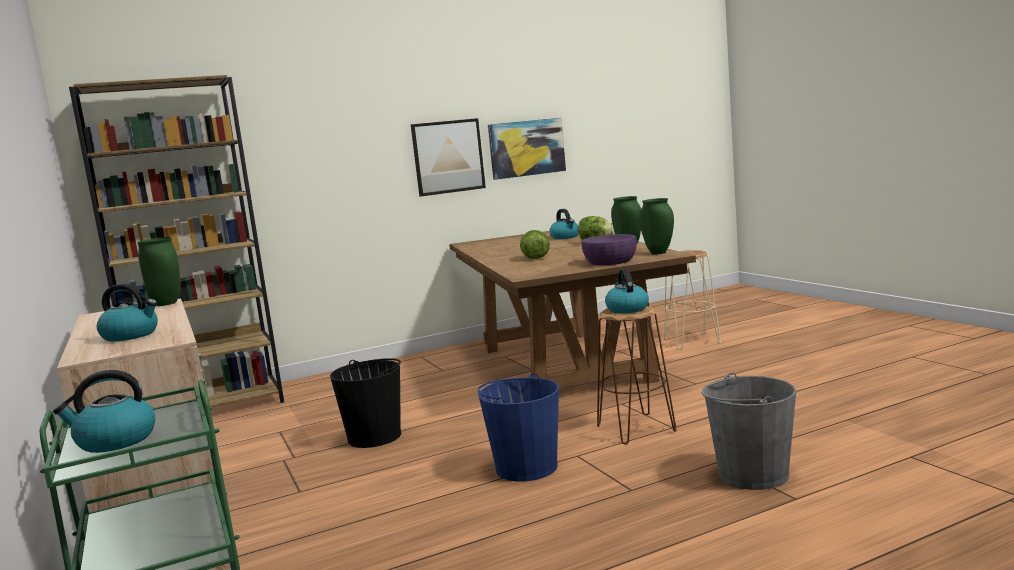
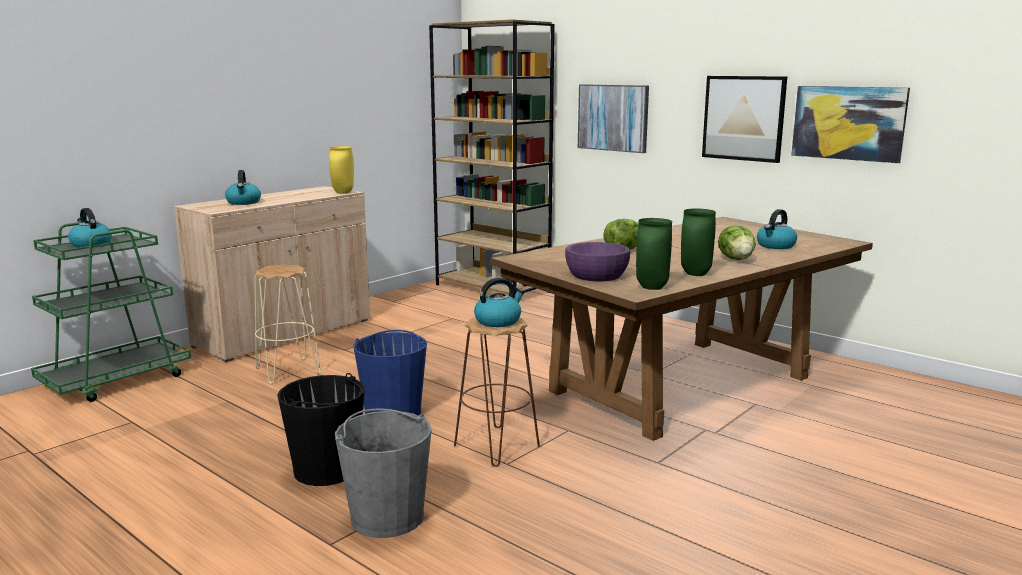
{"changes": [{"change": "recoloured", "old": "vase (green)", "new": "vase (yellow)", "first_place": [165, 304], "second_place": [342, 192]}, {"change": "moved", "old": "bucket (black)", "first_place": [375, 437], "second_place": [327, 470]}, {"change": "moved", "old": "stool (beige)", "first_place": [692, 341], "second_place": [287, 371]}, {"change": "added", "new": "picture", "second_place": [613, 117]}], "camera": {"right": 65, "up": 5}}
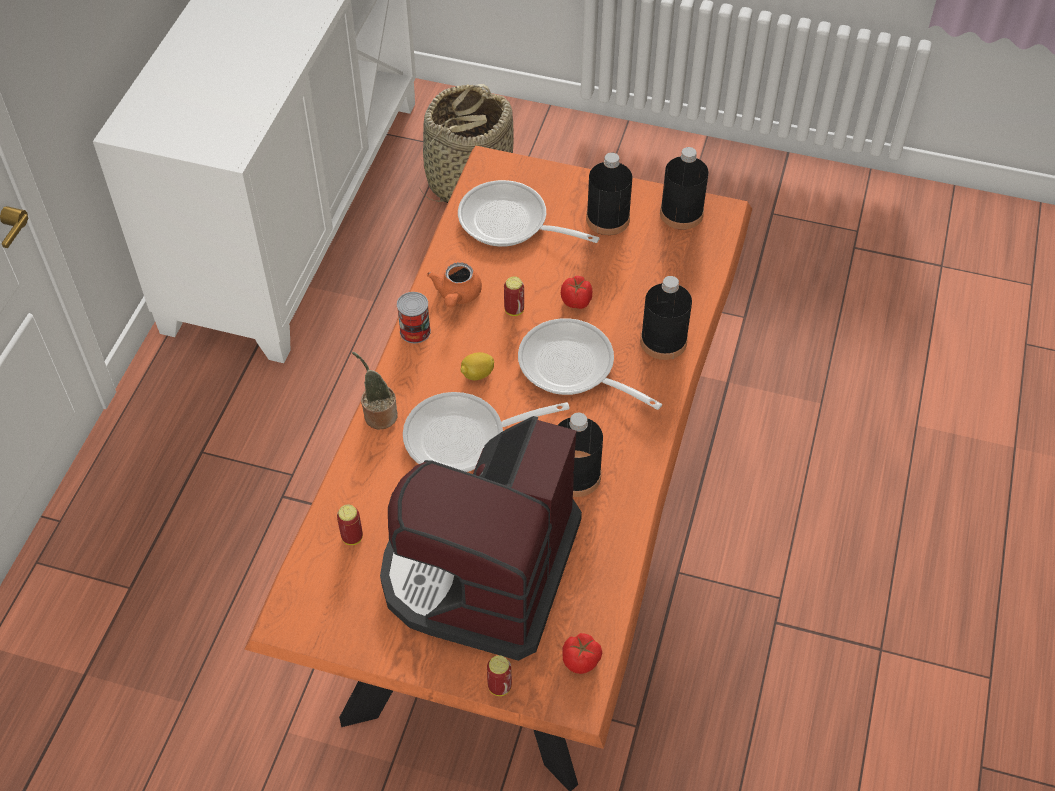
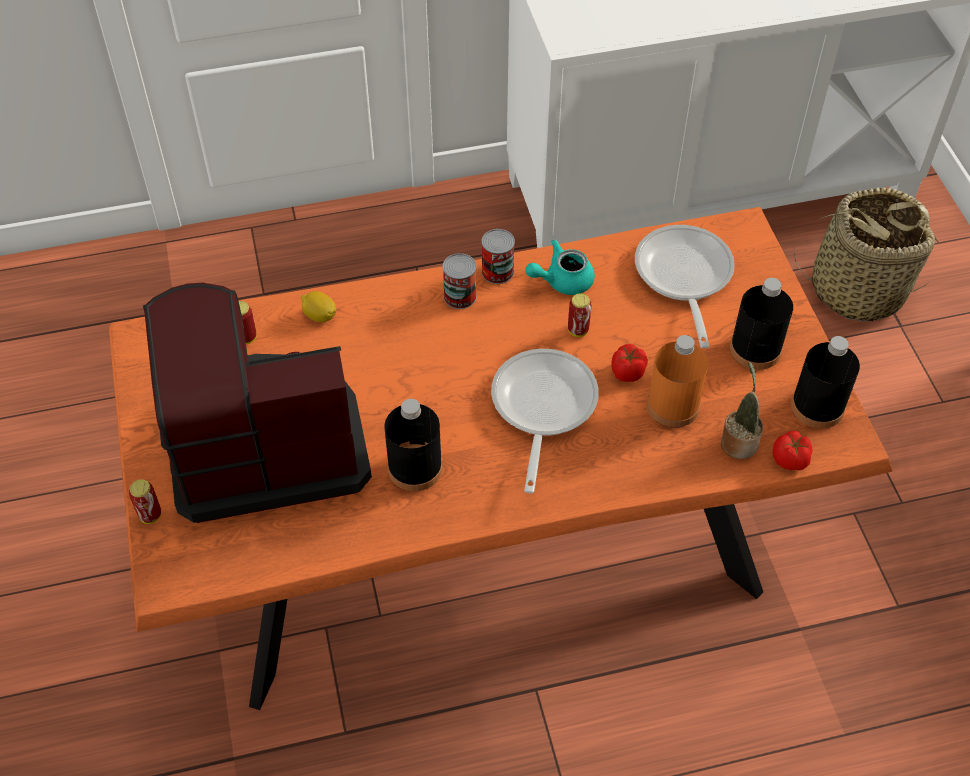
{"changes": [{"change": "moved", "old": "potted plant", "first_place": [378, 415], "second_place": [738, 441]}, {"change": "removed", "old": "frying pan", "first_place": [464, 438]}, {"change": "recoloured", "old": "teapot (orange)", "new": "teapot (turquoise)", "first_place": [457, 296], "second_place": [562, 281]}, {"change": "moved", "old": "lemon", "first_place": [477, 374], "second_place": [320, 316]}, {"change": "moved", "old": "tomato", "first_place": [582, 660], "second_place": [790, 460]}, {"change": "removed", "old": "bottle (black)", "first_place": [663, 341]}, {"change": "added", "new": "can", "second_place": [460, 296]}, {"change": "added", "new": "bottle (orange)", "second_place": [673, 405]}], "camera": {"right": 60, "up": 0}}
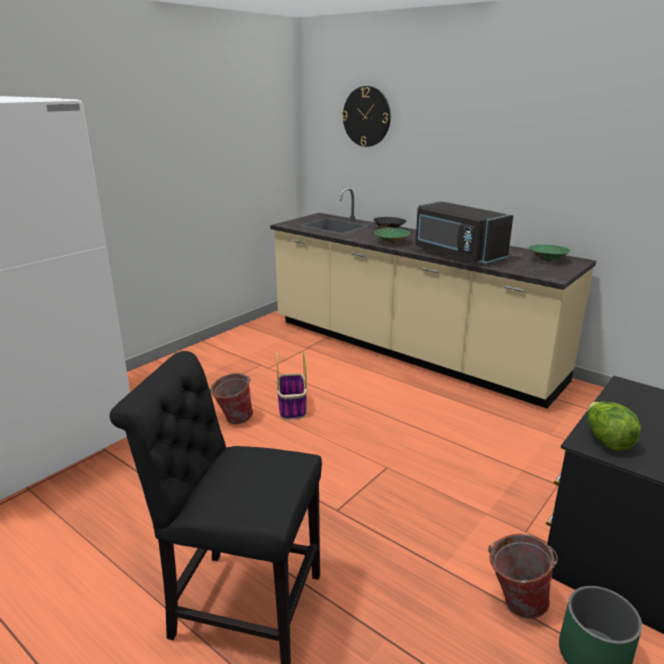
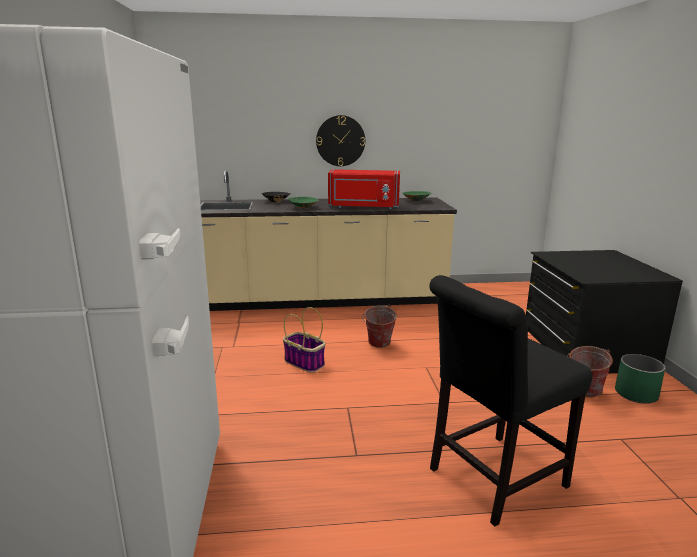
{"changes": [{"change": "moved", "old": "bucket", "first_place": [233, 419], "second_place": [378, 345]}, {"change": "moved", "old": "wall clock", "first_place": [366, 116], "second_place": [340, 141]}, {"change": "recoloured", "old": "microwave (black)", "new": "microwave (red)", "first_place": [457, 254], "second_place": [363, 207]}, {"change": "removed", "old": "lettuce", "first_place": [606, 440]}], "camera": {"right": -45, "up": -5}}
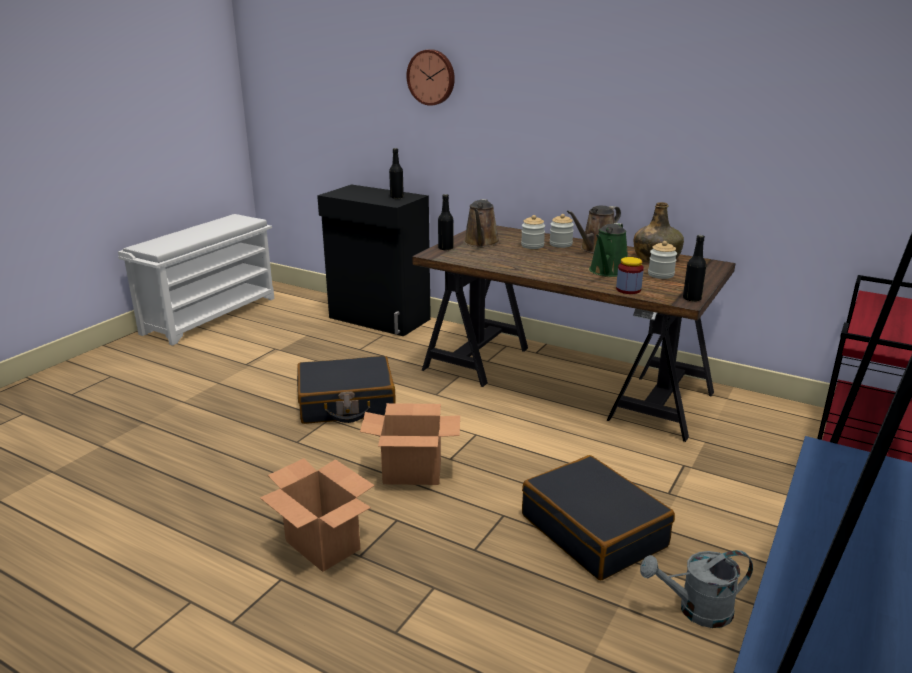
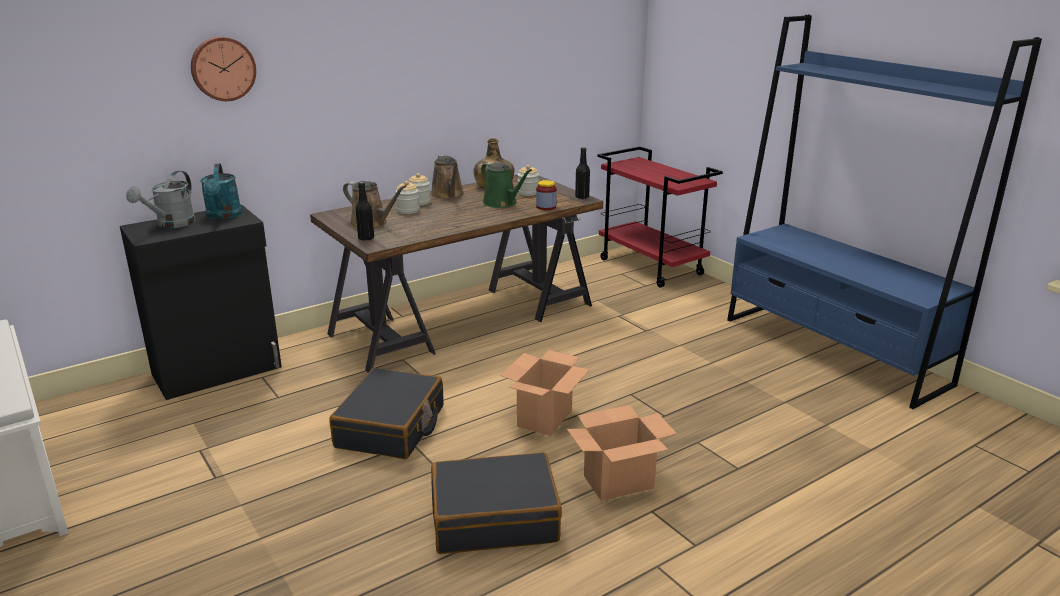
{"changes": [{"change": "replaced", "old": "bottle (black)", "new": "watering can (turquoise)", "first_place": [396, 197], "second_place": [223, 216]}, {"change": "moved", "old": "suitcase (black)", "first_place": [594, 531], "second_place": [494, 518]}, {"change": "moved", "old": "watering can (grey)", "first_place": [696, 610], "second_place": [171, 224]}], "camera": {"right": -65, "up": 0}}
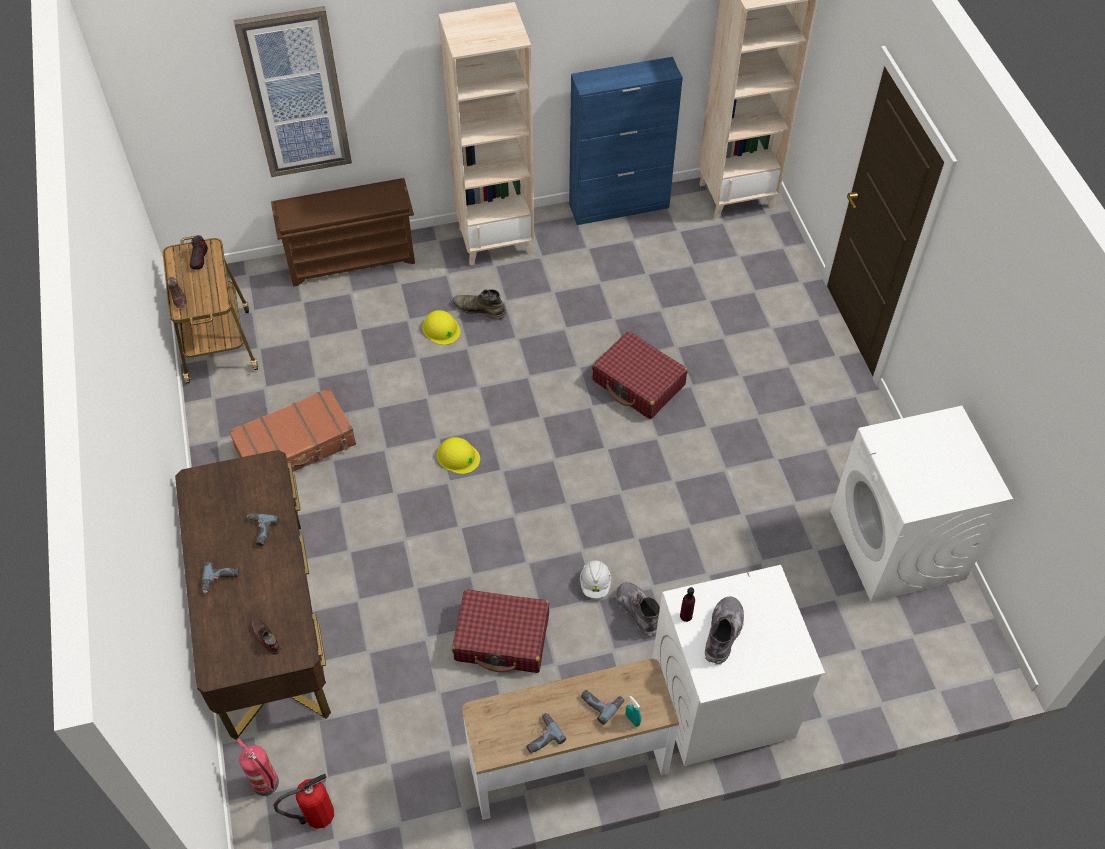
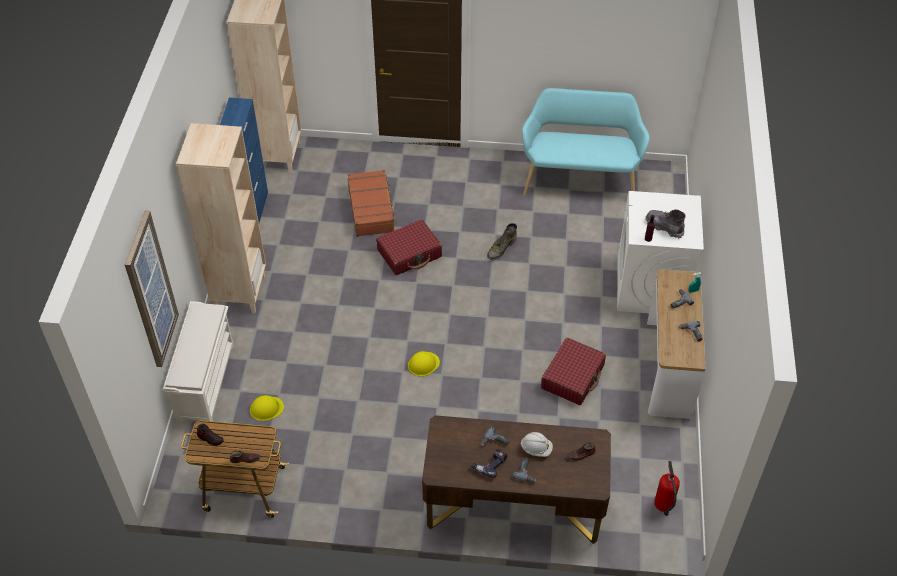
{"changes": [{"change": "moved", "old": "suitcase (brown)", "first_place": [296, 446], "second_place": [371, 209]}, {"change": "removed", "old": "fire extinguisher", "first_place": [267, 783]}, {"change": "recoloured", "old": "shoe rack (brown)", "new": "shoe rack (white)", "first_place": [352, 258], "second_place": [205, 382]}, {"change": "moved", "old": "hard hat (yellow)", "first_place": [441, 329], "second_place": [266, 408]}, {"change": "moved", "old": "boot (green)", "first_place": [479, 309], "second_place": [501, 248]}, {"change": "moved", "old": "hard hat (white)", "first_place": [595, 583], "second_place": [536, 449]}, {"change": "removed", "old": "boot (grey)", "first_place": [637, 611]}, {"change": "replaced", "old": "washing machine (white)", "new": "bench (turquoise)", "first_place": [897, 545], "second_place": [579, 179]}, {"change": "added", "new": "power drill", "second_place": [489, 464]}], "camera": {"right": -70, "up": -5}}
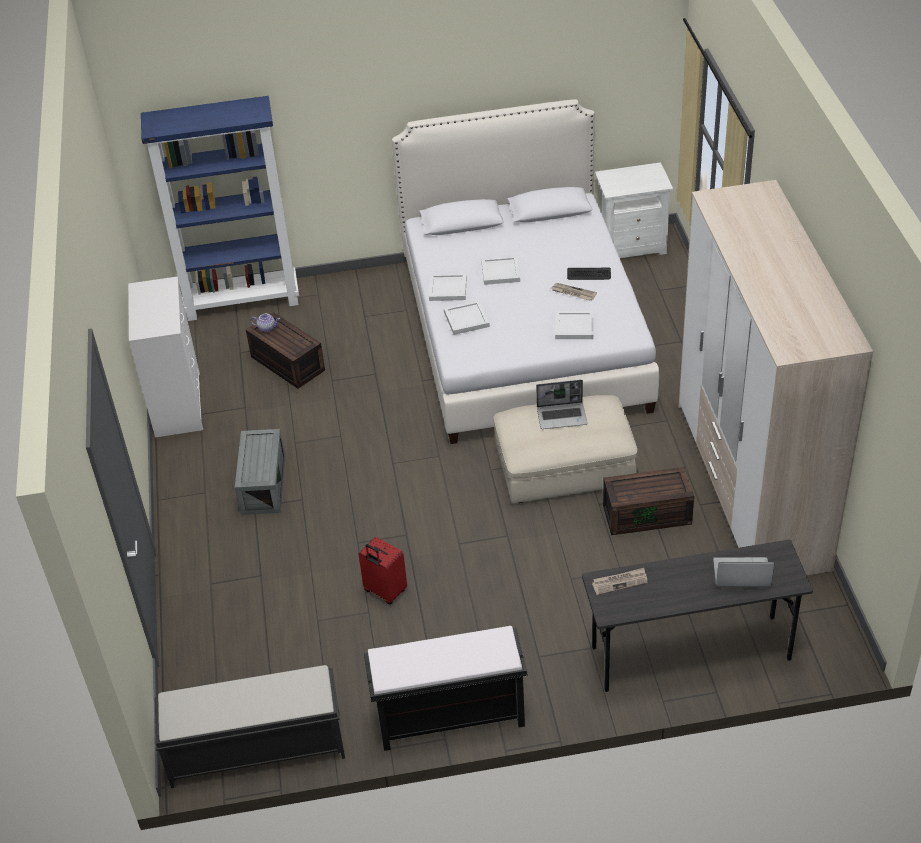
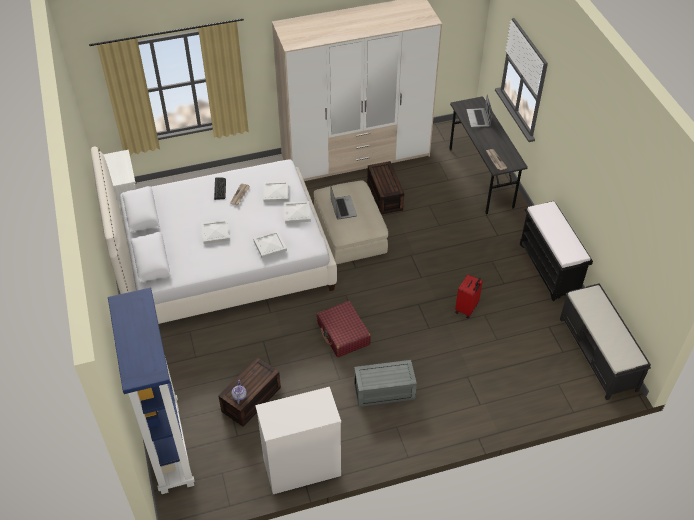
{"changes": [{"change": "moved", "old": "tray (white)", "first_place": [448, 288], "second_place": [296, 213]}, {"change": "added", "new": "suitcase (red)", "second_place": [343, 334]}], "camera": {"right": -100, "up": 5}}
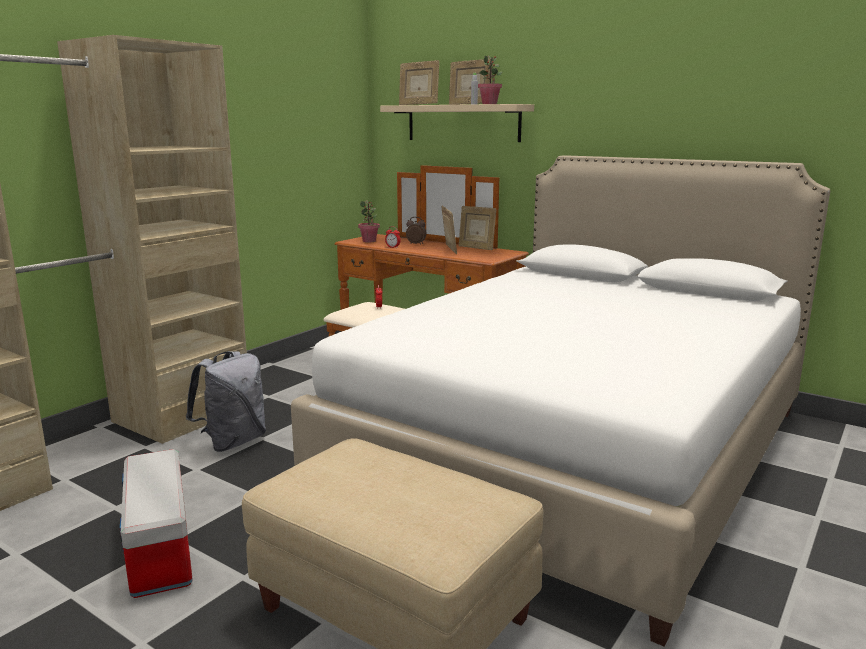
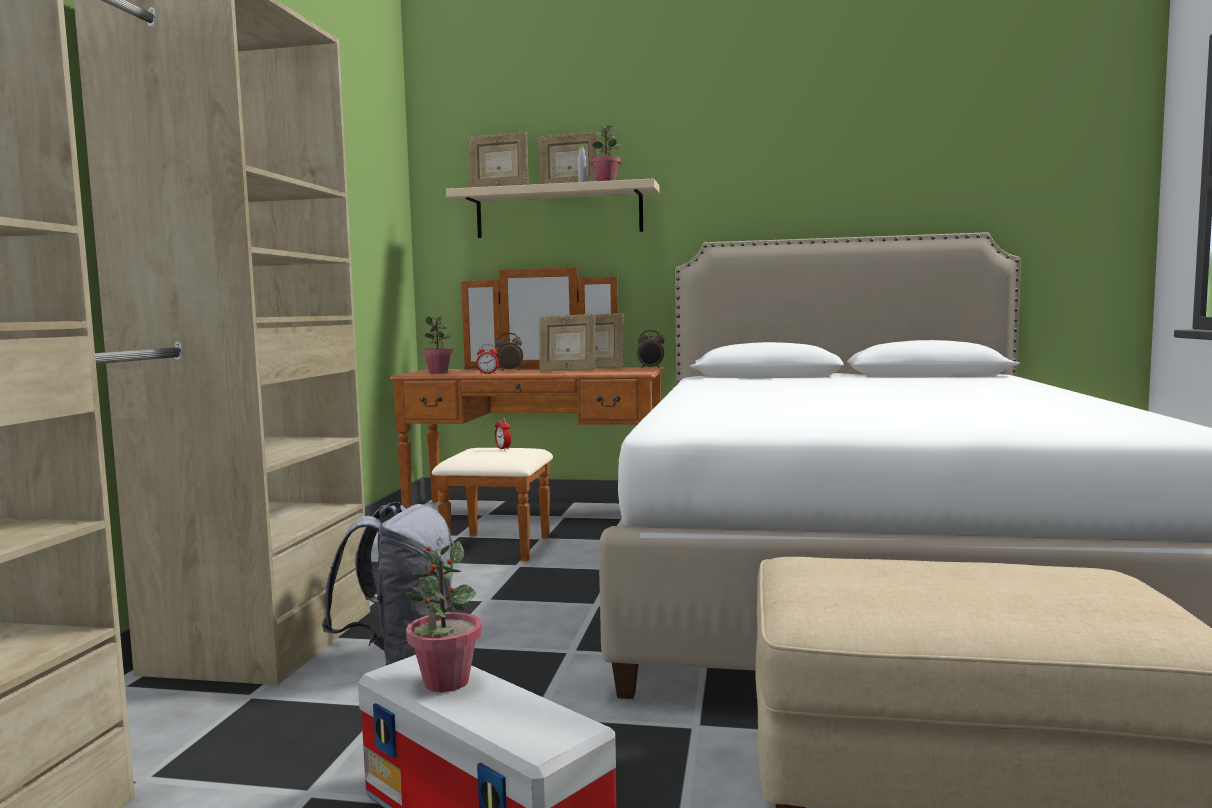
{"changes": [{"change": "turned", "old": "picture frame", "first_place": [449, 250], "second_place": [567, 371], "degrees": 150}, {"change": "added", "new": "potted plant", "second_place": [445, 682]}, {"change": "added", "new": "alarm clock", "second_place": [651, 368]}], "camera": {"right": -25, "up": -10}}
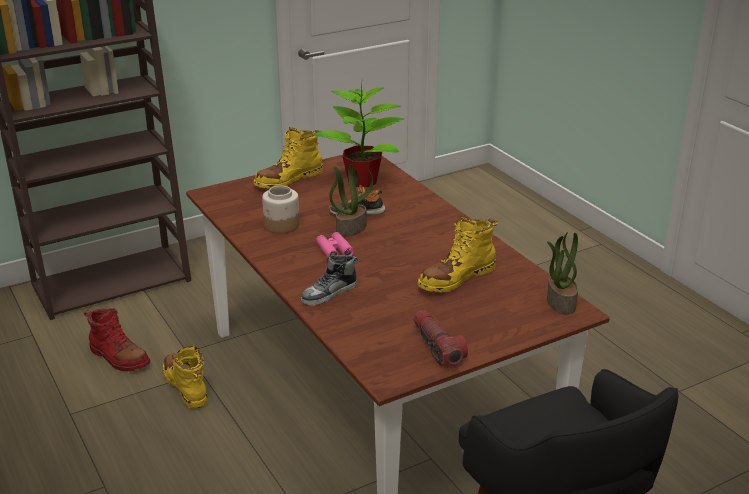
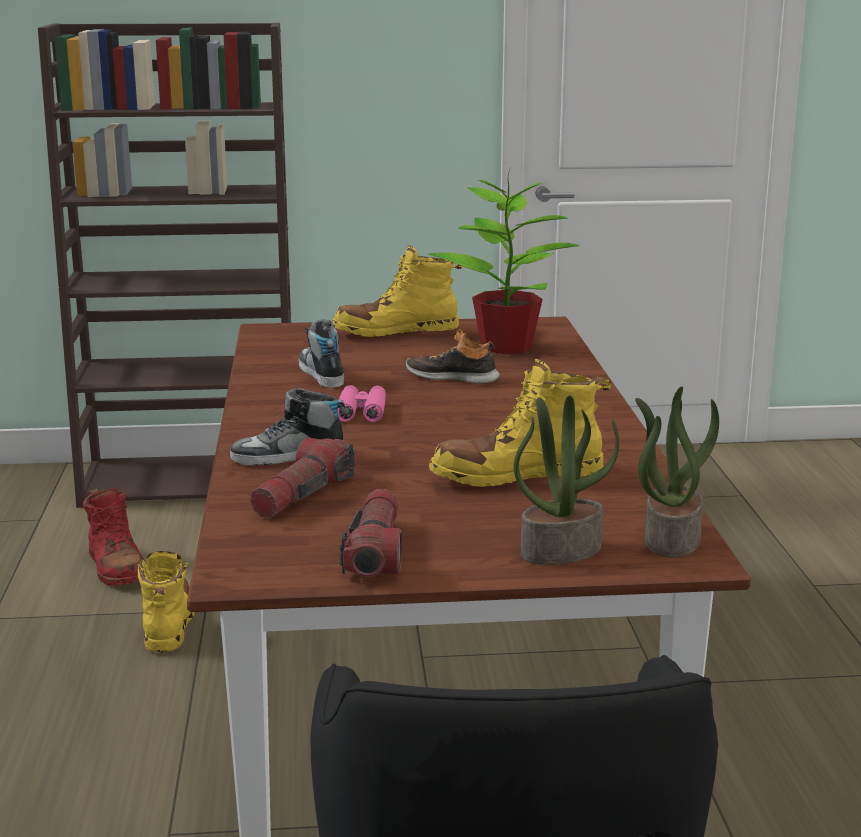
{"changes": [{"change": "replaced", "old": "jar", "new": "shoe", "first_place": [281, 225], "second_place": [321, 374]}, {"change": "moved", "old": "potted plant", "first_place": [351, 228], "second_place": [561, 550]}, {"change": "added", "new": "flashlight", "second_place": [303, 495]}], "camera": {"right": 25, "up": -10}}
